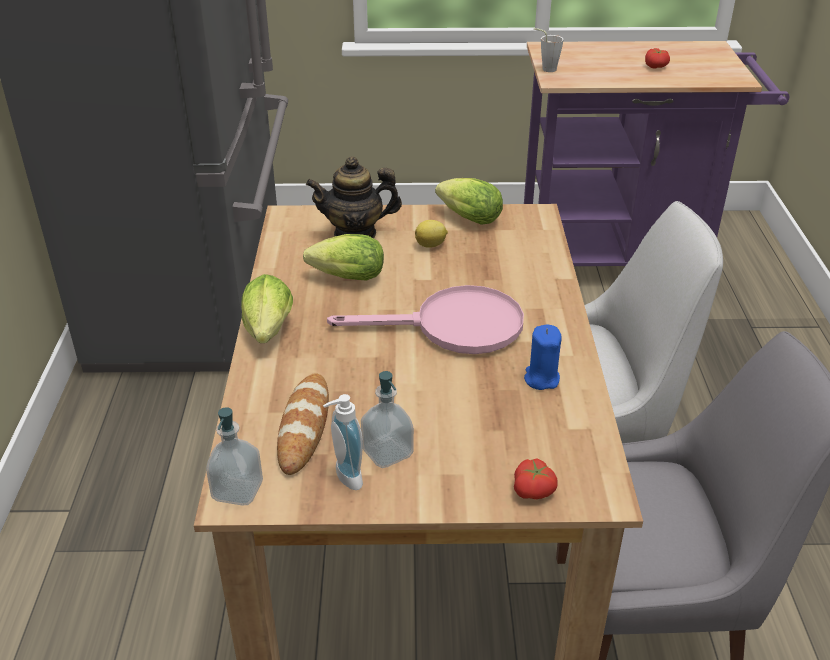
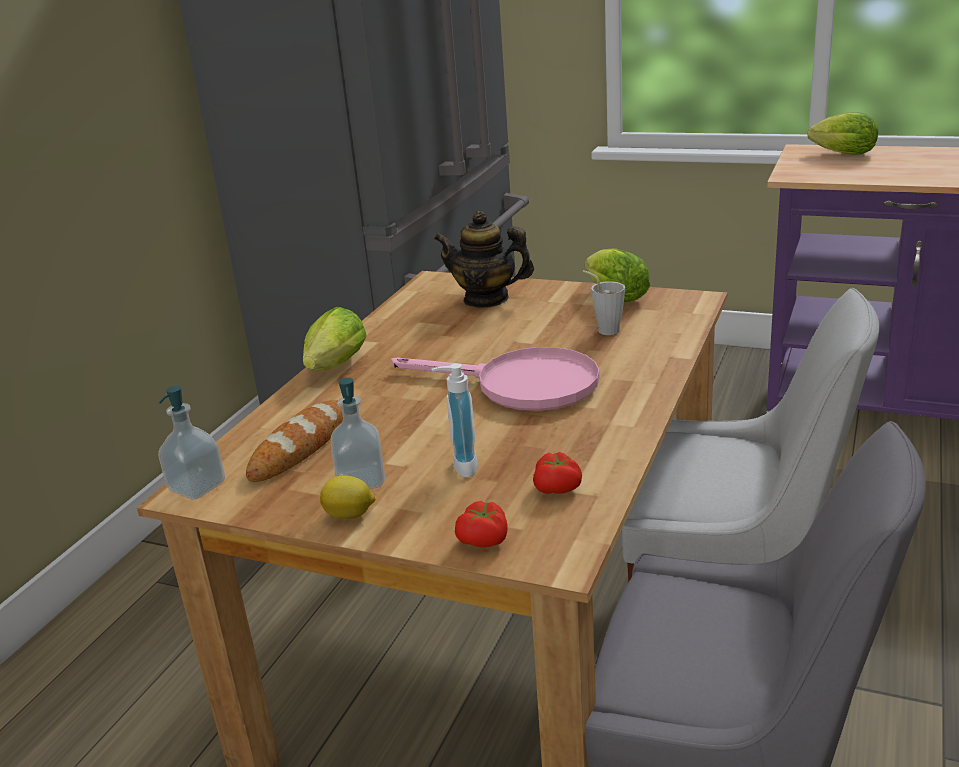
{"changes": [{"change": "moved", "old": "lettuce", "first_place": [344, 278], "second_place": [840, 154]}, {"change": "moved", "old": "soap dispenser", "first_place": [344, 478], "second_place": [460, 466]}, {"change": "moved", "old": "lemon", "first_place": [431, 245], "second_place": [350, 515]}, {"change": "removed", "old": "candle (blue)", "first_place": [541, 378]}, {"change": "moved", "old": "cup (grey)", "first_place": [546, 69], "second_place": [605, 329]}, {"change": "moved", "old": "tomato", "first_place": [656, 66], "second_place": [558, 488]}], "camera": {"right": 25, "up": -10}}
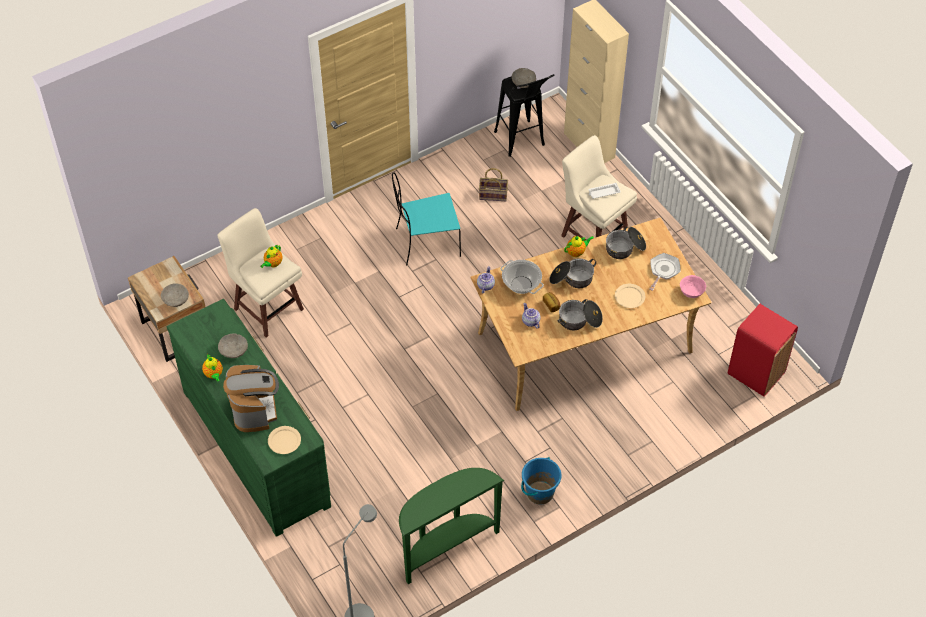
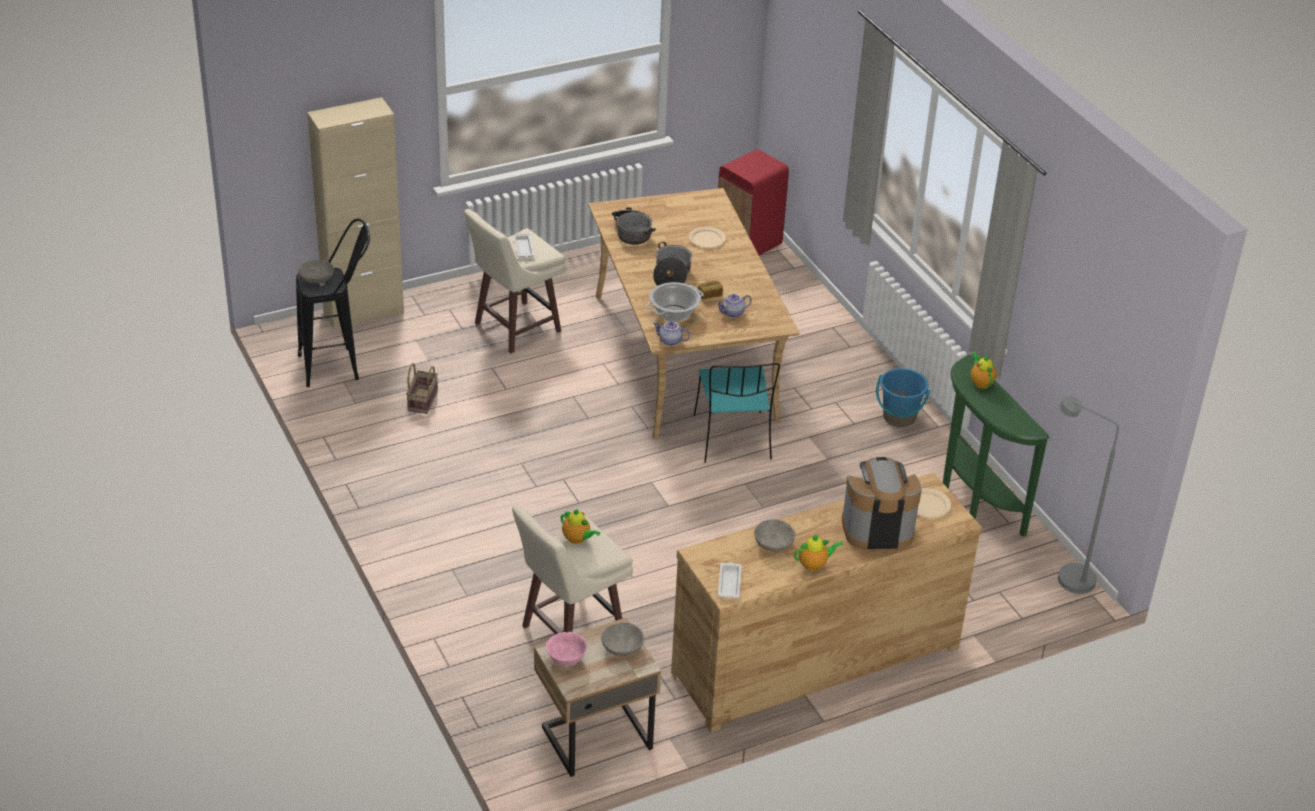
{"changes": [{"change": "recoloured", "old": "dresser (green)", "new": "dresser (brown)", "first_place": [256, 447], "second_place": [814, 659]}, {"change": "moved", "old": "chair (turquoise)", "first_place": [426, 243], "second_place": [733, 439]}, {"change": "removed", "old": "cooking pot", "first_place": [579, 320]}, {"change": "moved", "old": "teapot", "first_place": [577, 252], "second_place": [981, 382]}, {"change": "removed", "old": "frying pan", "first_place": [663, 270]}, {"change": "moved", "old": "bowl (pink)", "first_place": [691, 292], "second_place": [566, 659]}, {"change": "added", "new": "tray (white)", "second_place": [729, 582]}], "camera": {"right": -85, "up": -15}}
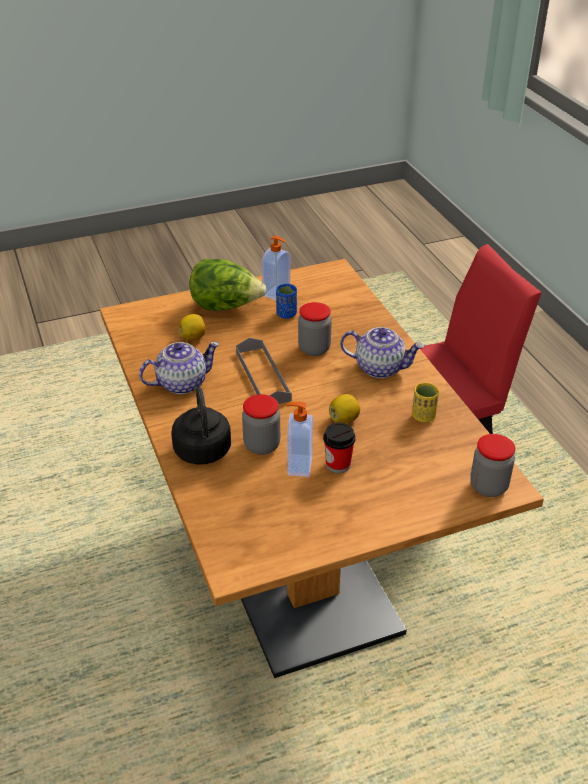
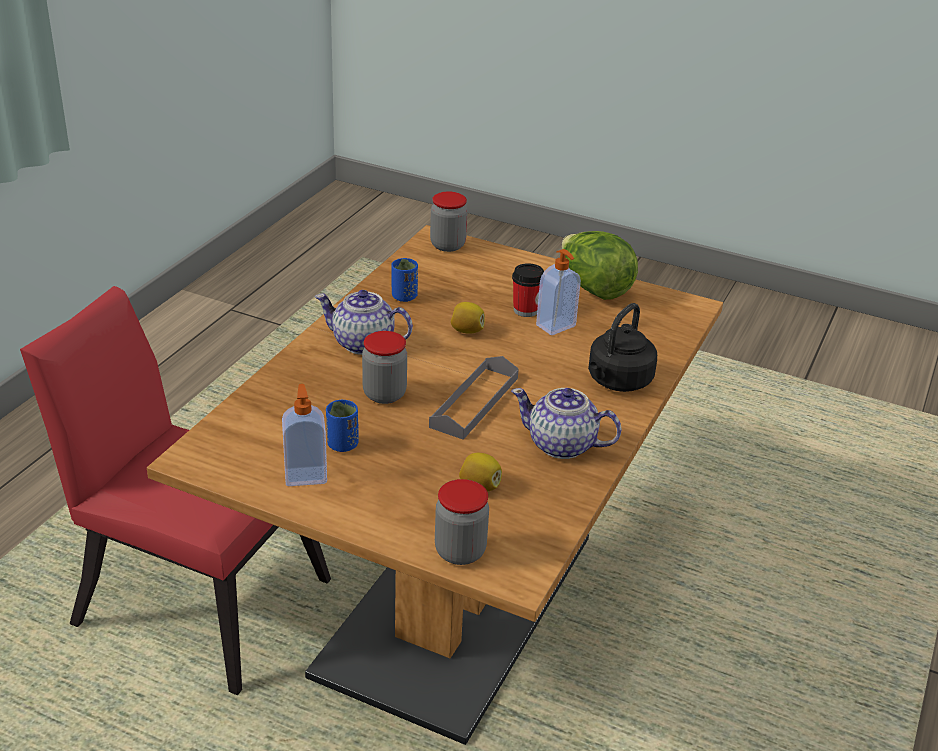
{"changes": [{"change": "moved", "old": "lettuce", "first_place": [226, 307], "second_place": [593, 288]}, {"change": "moved", "old": "jar", "first_place": [262, 445], "second_place": [460, 551]}, {"change": "turned", "old": "teapot", "first_place": [380, 368], "second_place": [362, 343], "degrees": -45}, {"change": "recoloured", "old": "cup (yellow)", "new": "cup (blue)", "first_place": [423, 416], "second_place": [404, 297]}], "camera": {"right": -135, "up": -5}}
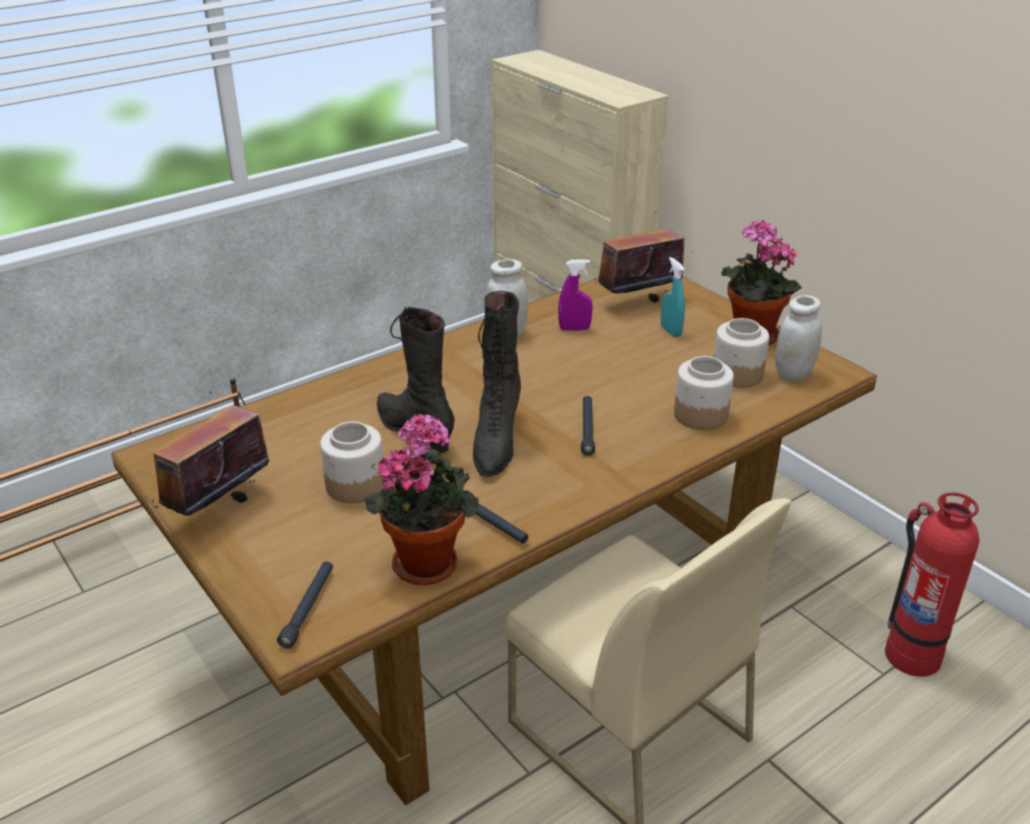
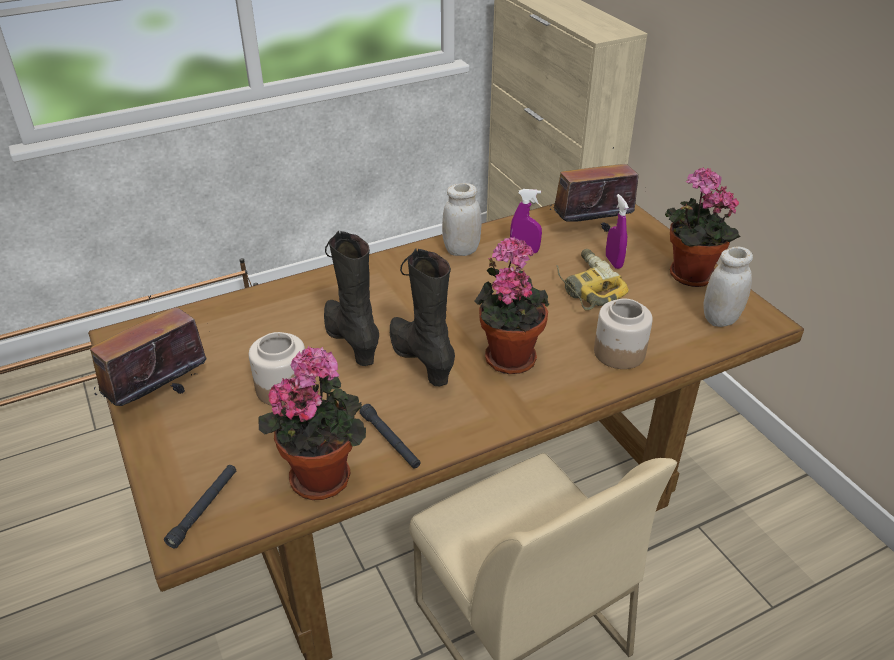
{"changes": [{"change": "turned", "old": "boot (black)", "first_place": [496, 442], "second_place": [420, 359], "degrees": 135}, {"change": "replaced", "old": "flashlight (black)", "new": "potted plant", "first_place": [587, 429], "second_place": [508, 355]}, {"change": "recoloured", "old": "spray bottle (turquoise)", "new": "spray bottle (purple)", "first_place": [670, 331], "second_place": [613, 262]}, {"change": "removed", "old": "jar", "first_place": [736, 374]}, {"change": "removed", "old": "fire extinguisher", "first_place": [911, 654]}, {"change": "added", "new": "power drill", "second_place": [586, 287]}], "camera": {"right": 10, "up": 5}}
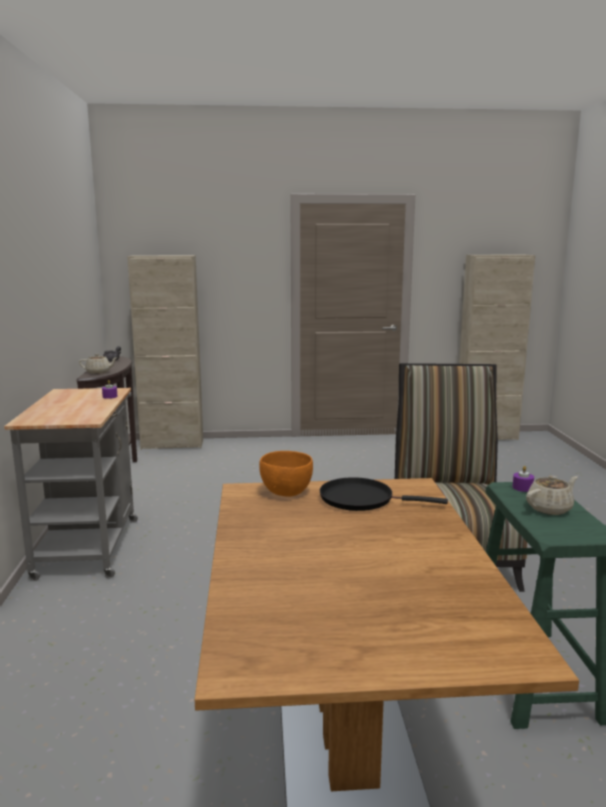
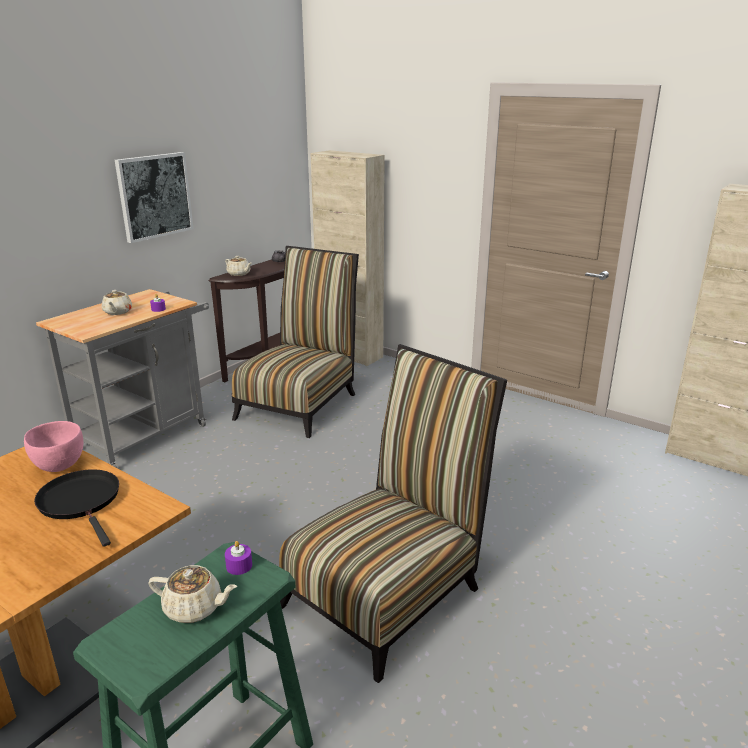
{"changes": [{"change": "recoloured", "old": "bowl (orange)", "new": "bowl (pink)", "first_place": [285, 492], "second_place": [59, 465]}, {"change": "added", "new": "teapot (beige)", "second_place": [117, 312]}, {"change": "added", "new": "picture", "second_place": [154, 196]}, {"change": "added", "new": "chair", "second_place": [300, 403]}], "camera": {"right": 40, "up": 10}}
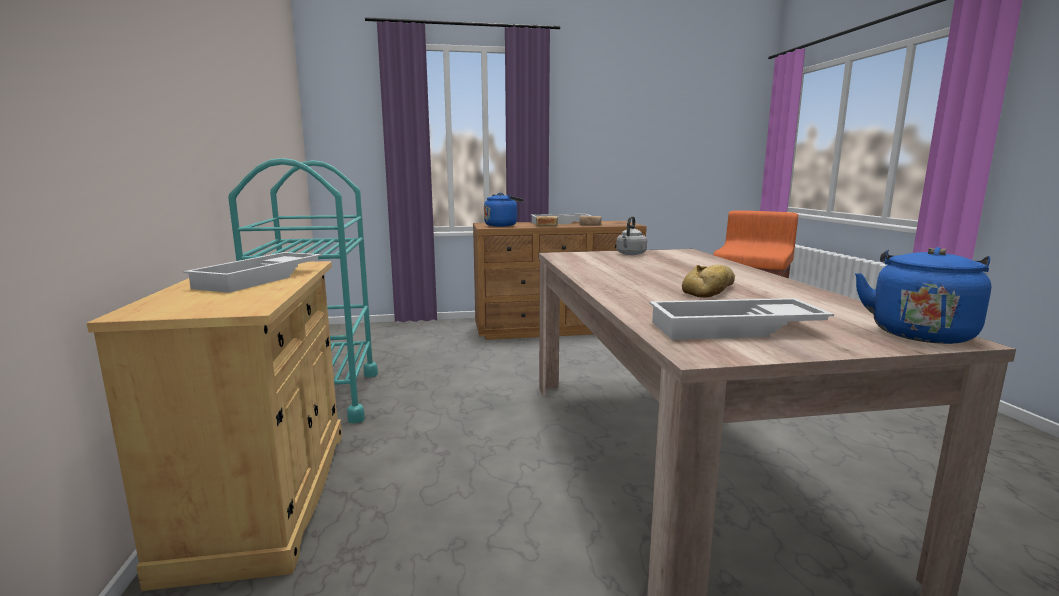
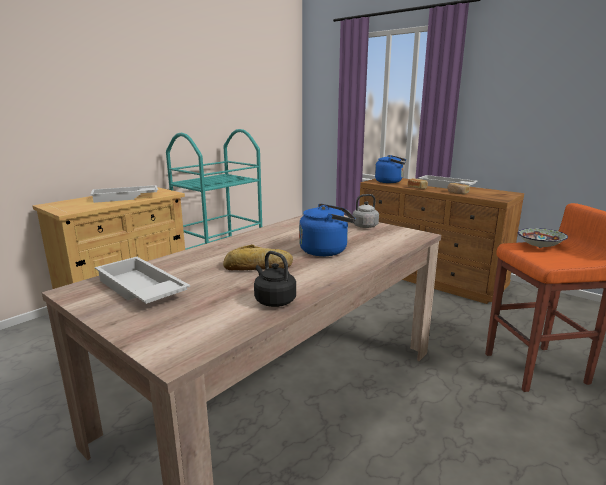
{"changes": [{"change": "moved", "old": "kettle (blue)", "first_place": [919, 333], "second_place": [326, 250]}, {"change": "added", "new": "kettle (black)", "second_place": [273, 300]}, {"change": "added", "new": "bowl", "second_place": [539, 247]}], "camera": {"right": 50, "up": 5}}
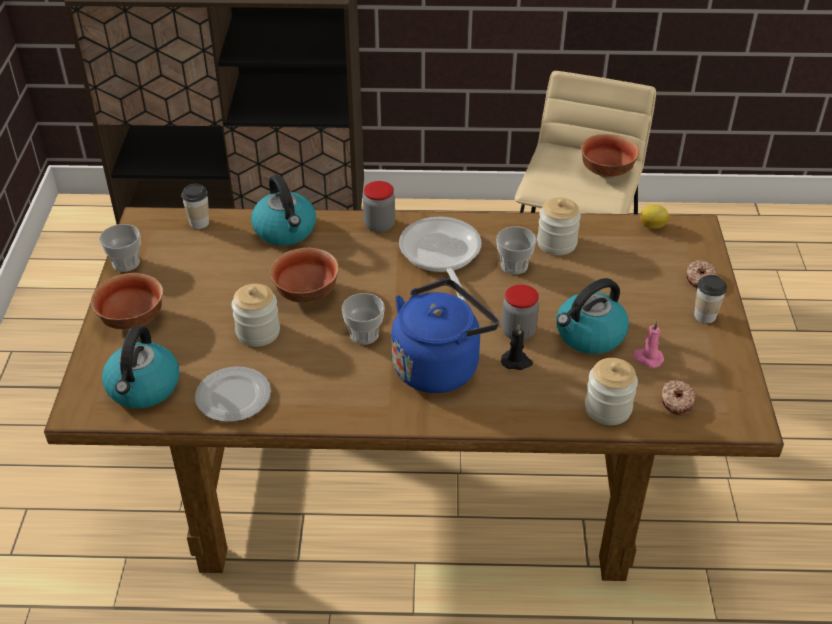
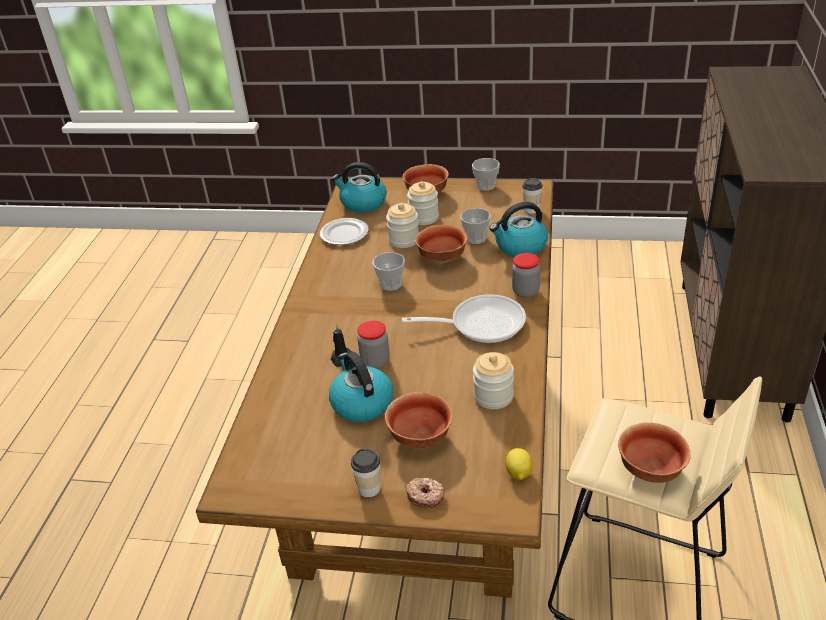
{"changes": [{"change": "removed", "old": "kettle (blue)", "first_place": [439, 365]}, {"change": "moved", "old": "cup", "first_place": [514, 266], "second_place": [476, 238]}, {"change": "moved", "old": "jar", "first_place": [608, 408], "second_place": [424, 217]}, {"change": "removed", "old": "candle (pink)", "first_place": [647, 358]}, {"change": "removed", "old": "donut", "first_place": [676, 402]}, {"change": "added", "new": "bowl", "second_place": [421, 436]}], "camera": {"right": 100, "up": -5}}
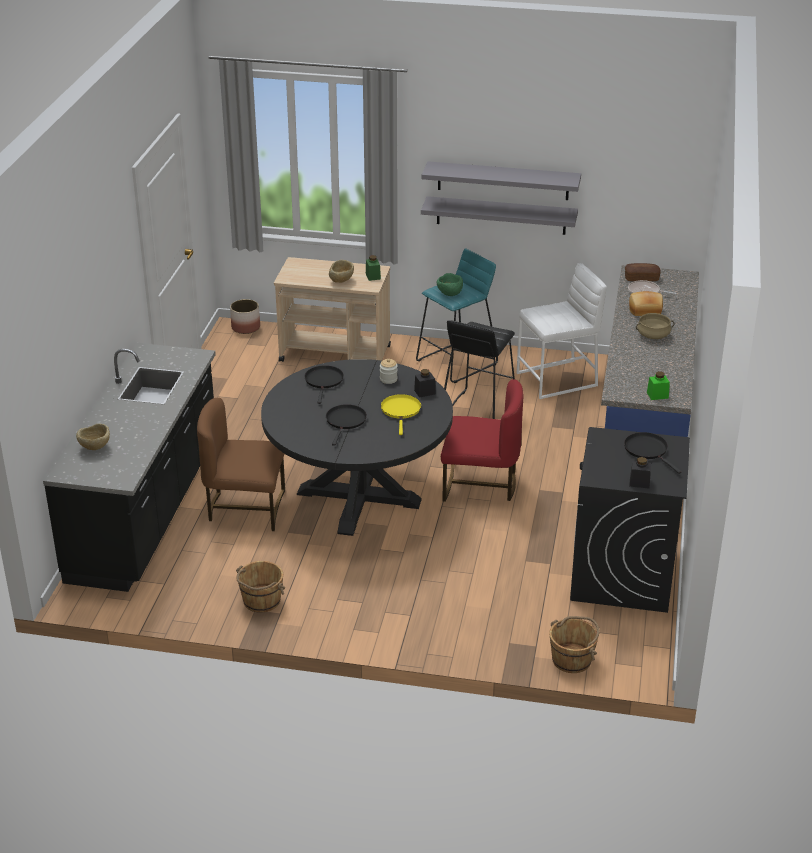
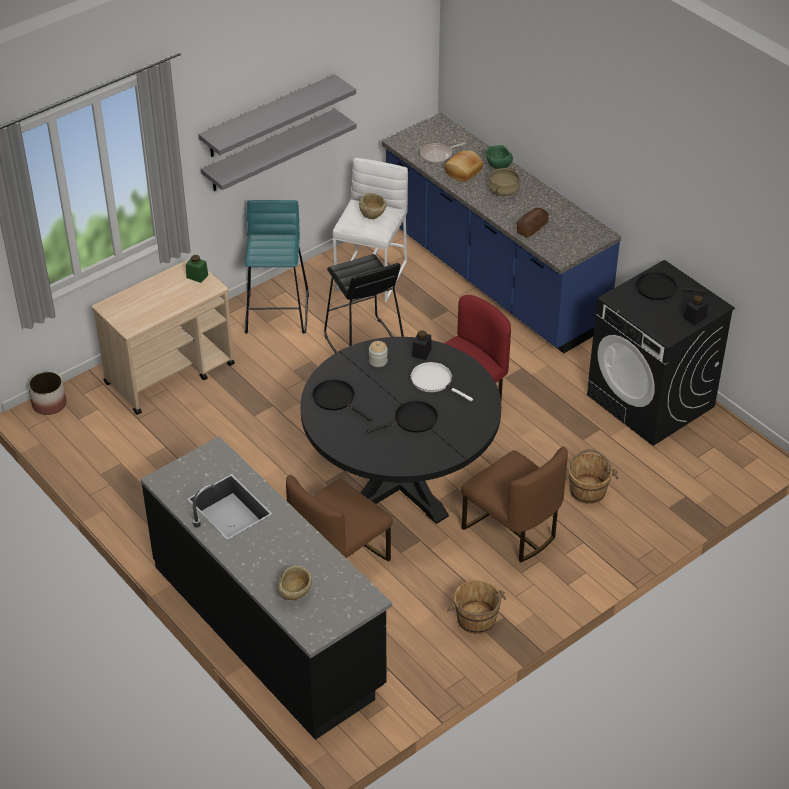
{"changes": [{"change": "turned", "old": "frying pan (black)", "first_place": [345, 421], "second_place": [413, 420], "degrees": 105}, {"change": "moved", "old": "bowl (beige)", "first_place": [341, 281], "second_place": [373, 215]}, {"change": "recoloured", "old": "frying pan (yellow)", "new": "frying pan (white)", "first_place": [401, 411], "second_place": [434, 381]}, {"change": "moved", "old": "bowl (green)", "first_place": [449, 294], "second_place": [498, 166]}, {"change": "moved", "old": "bucket (brown)", "first_place": [572, 659], "second_place": [587, 490]}, {"change": "moved", "old": "bread", "first_place": [641, 278], "second_place": [532, 228]}, {"change": "removed", "old": "jar (green)", "first_place": [657, 395]}, {"change": "added", "new": "chair (brown)", "second_place": [512, 530]}], "camera": {"right": -50, "up": 10}}
